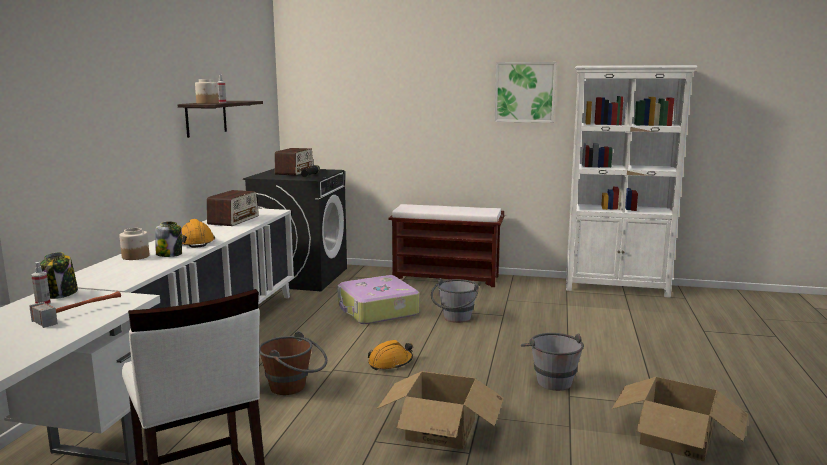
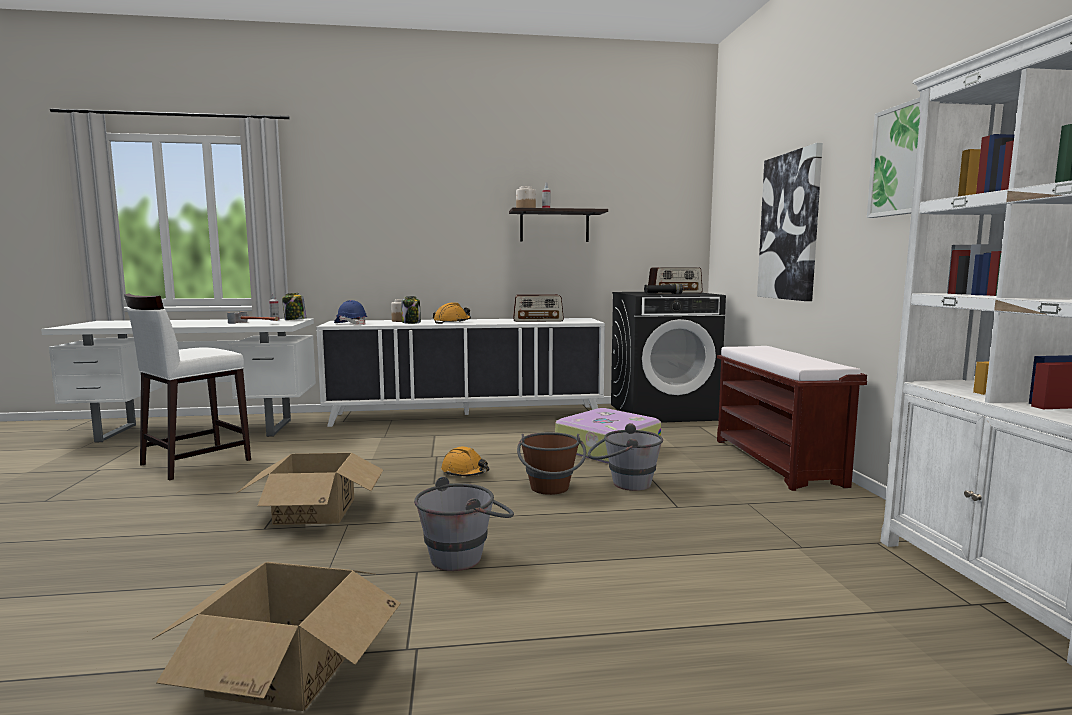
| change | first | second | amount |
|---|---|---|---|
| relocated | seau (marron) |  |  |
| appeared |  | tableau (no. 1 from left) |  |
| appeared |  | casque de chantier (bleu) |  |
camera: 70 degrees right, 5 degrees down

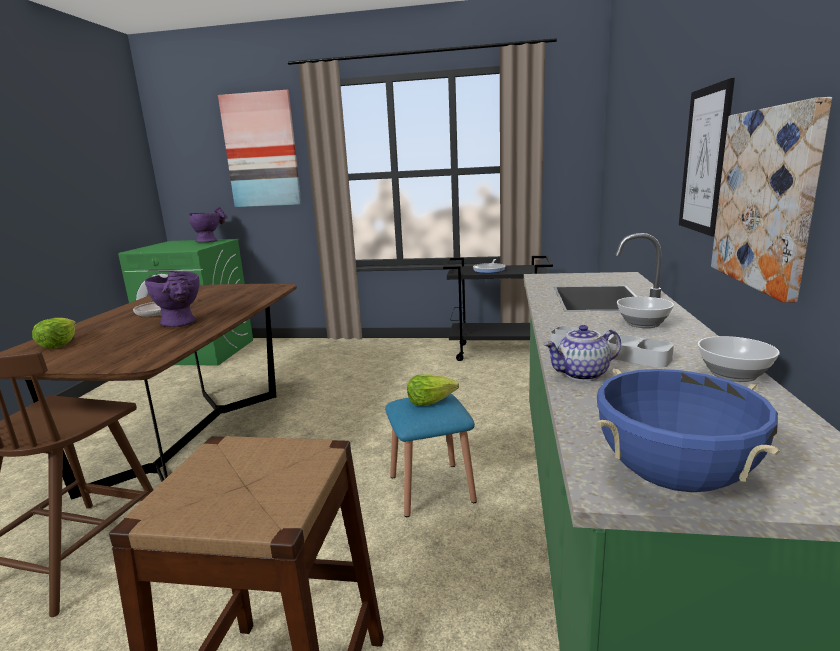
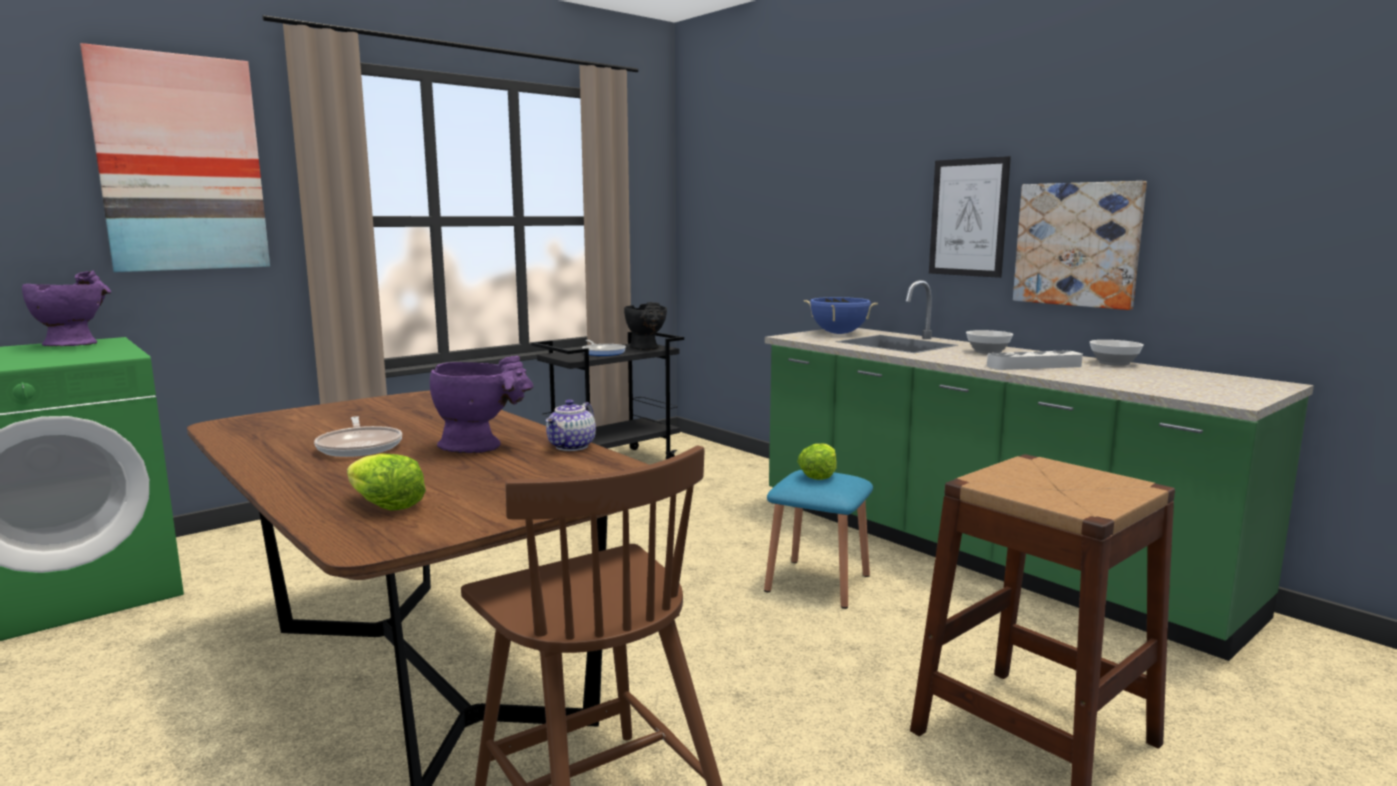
| change | first | second | amount |
|---|---|---|---|
| relocated | théière |  |  |
| relocated | marmite (bleu) |  |  |
| appeared |  | vase (noir) |  |
camera: 50 degrees left, 5 degrees down

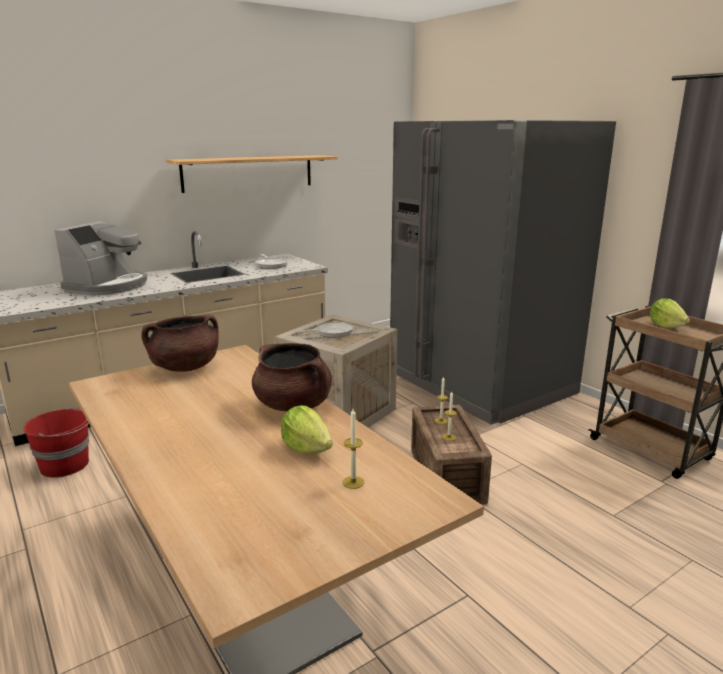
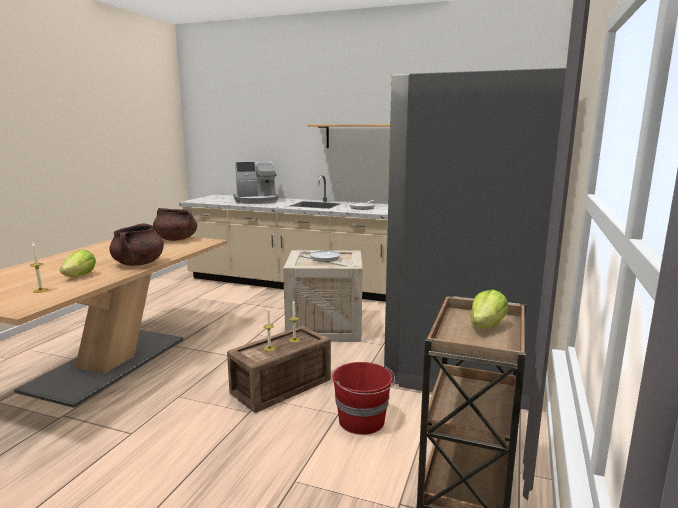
| change | first | second | amount |
|---|---|---|---|
| relocated | seau (rouge) |  |  |
camera: 55 degrees right, 5 degrees down

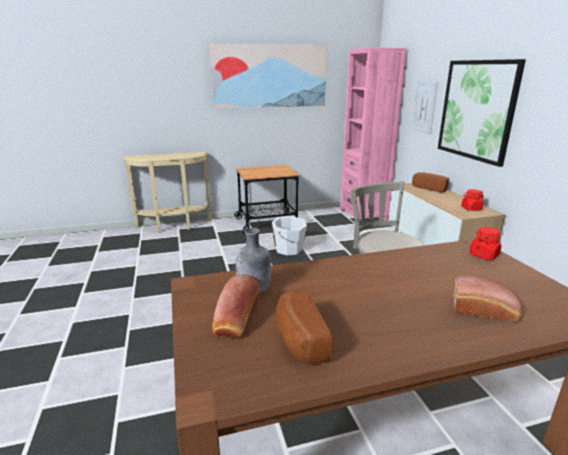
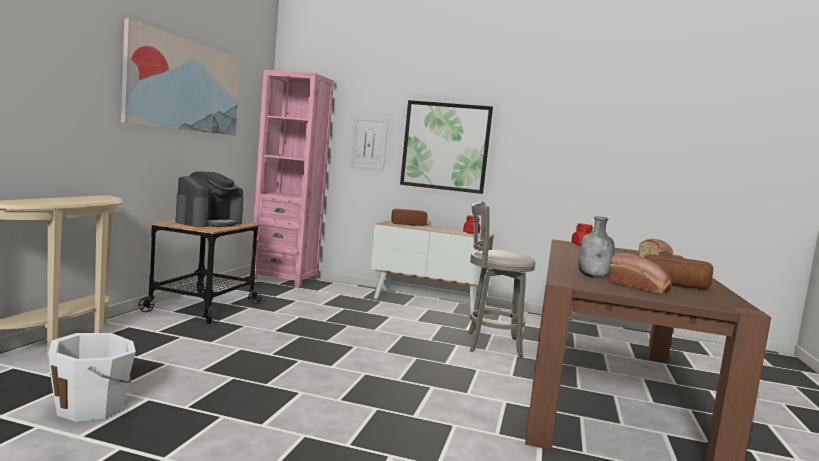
| change | first | second | amount |
|---|---|---|---|
| relocated | seau (blanc) |  |  |
| appeared |  | machine à café |  |
camera: 60 degrees left, 15 degrees down

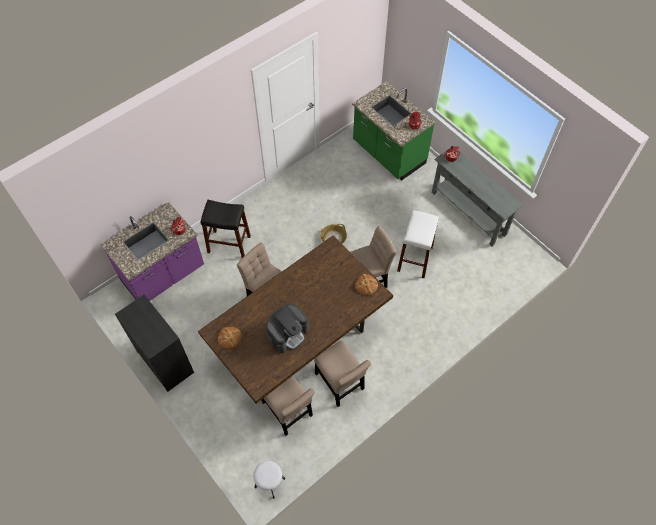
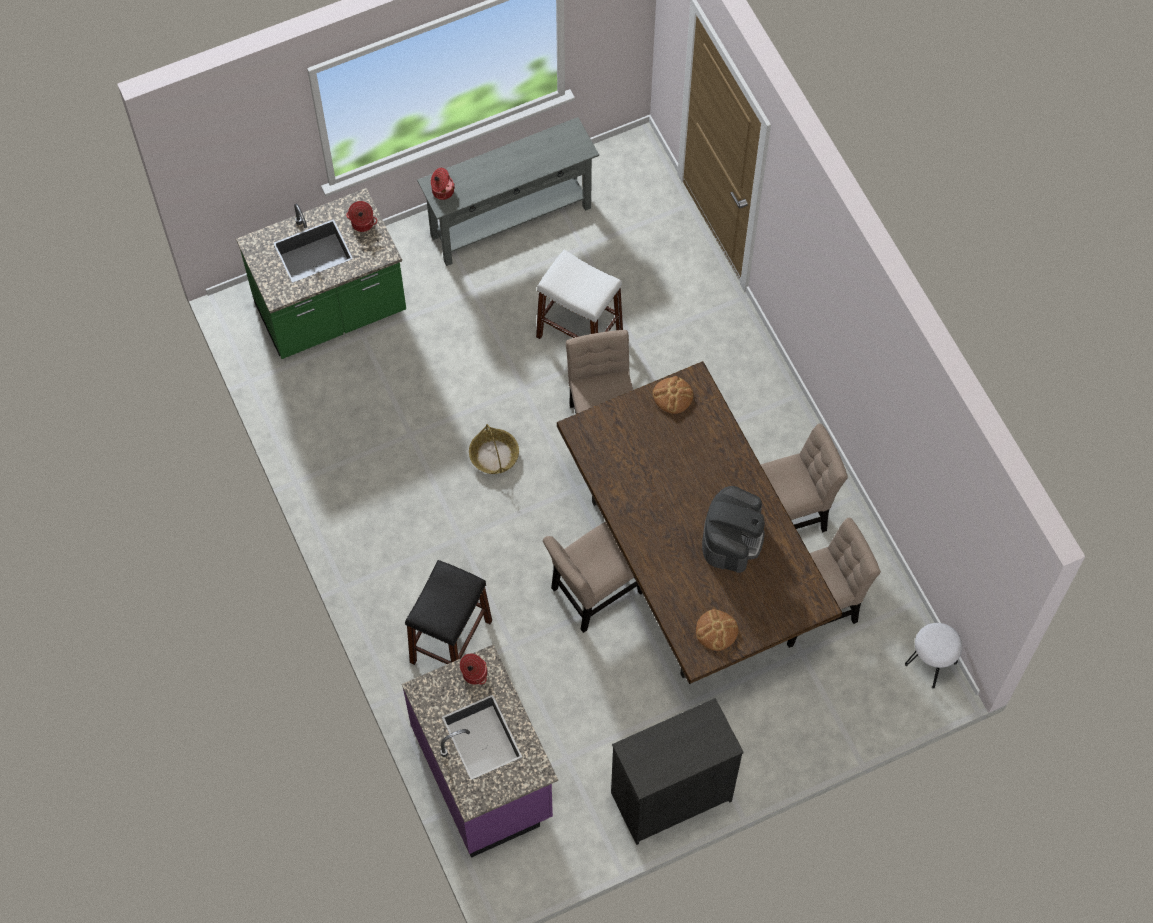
| change | first | second | amount |
|---|---|---|---|
| spun | machine à café |  | 45 degrees clockwise |
camera: 75 degrees left, 5 degrees up

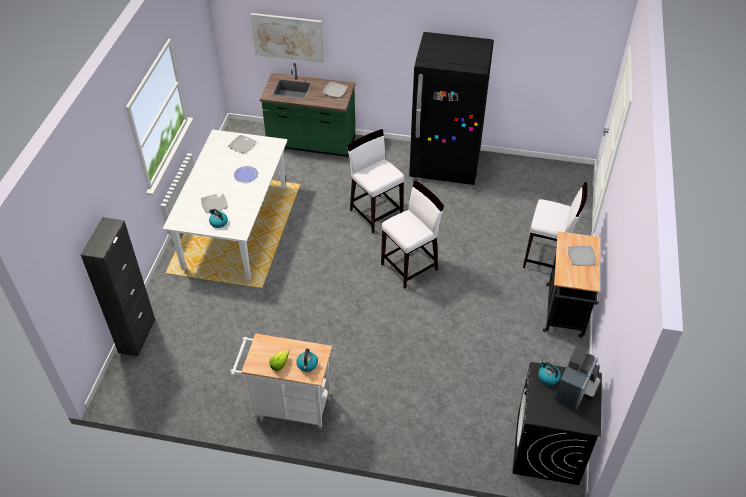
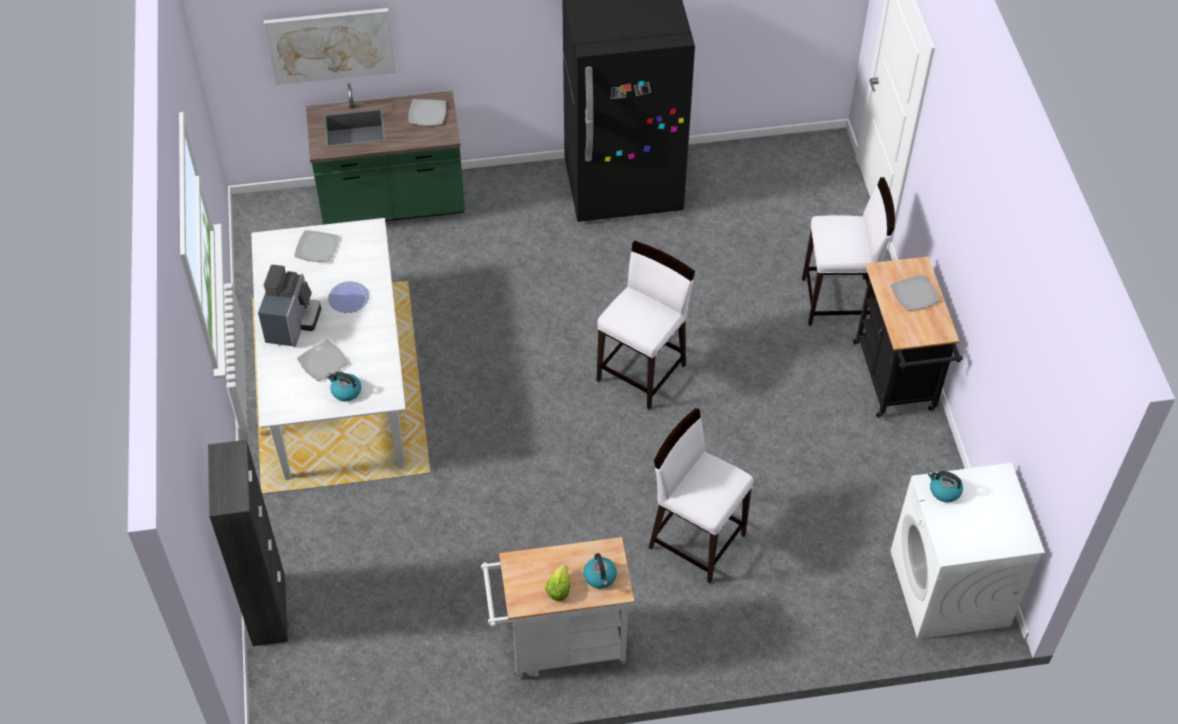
| change | first | second | amount |
|---|---|---|---|
| relocated | tabouret (blanc) (no. 1 from left in the first image) | tabouret (blanc) (no. 2 from left) |  |
| relocated | machine à café |  |  |
| colour | lave-linge (noir) | lave-linge (blanc) |  |
camera: 20 degrees left, 5 degrees up

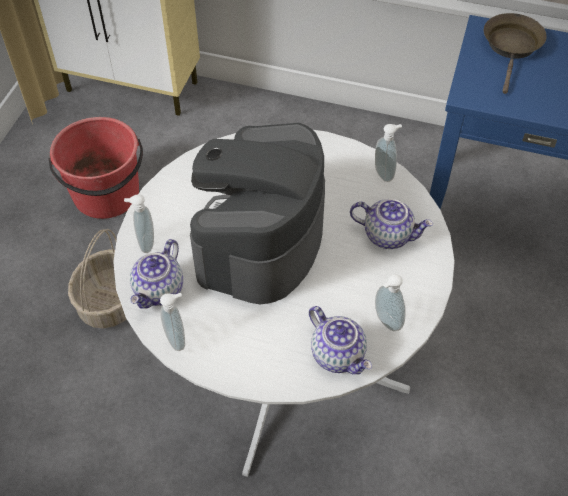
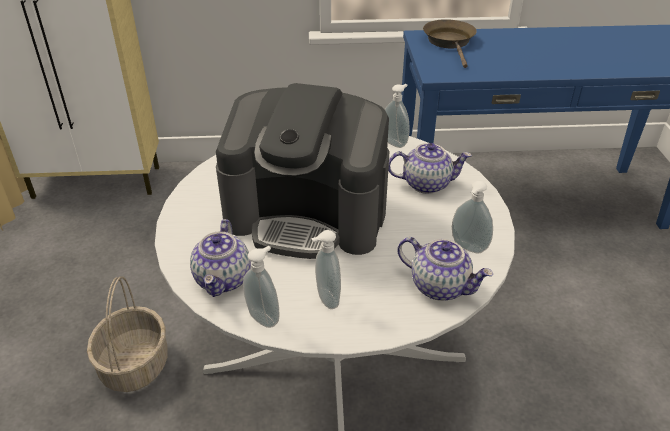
| change | first | second | amount |
|---|---|---|---|
| missing | seau (rouge) |  |  |
| spun | machine à café |  | 75 degrees counterclockwise |
| relocated | distributeur de savon (no. 1 from left in the first image) | distributeur de savon (no. 2 from left) |  |
camera: 20 degrees left, 15 degrees down

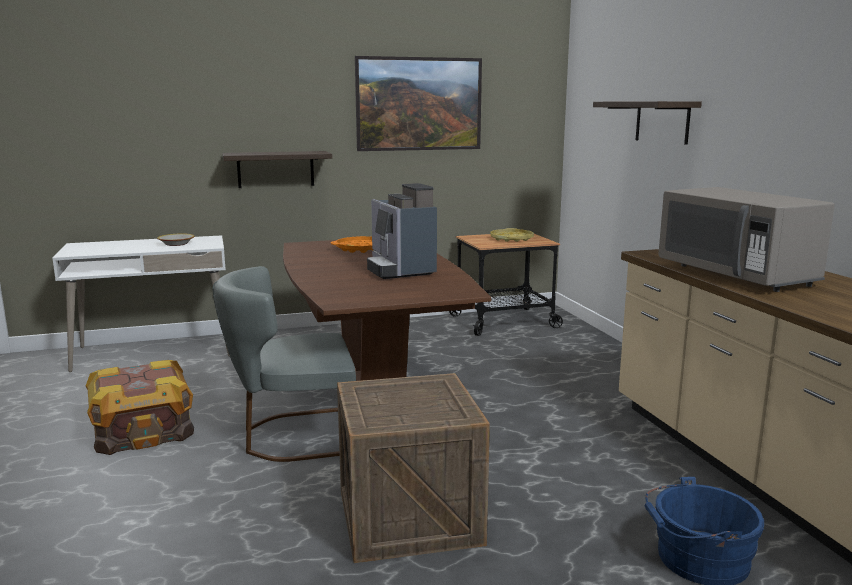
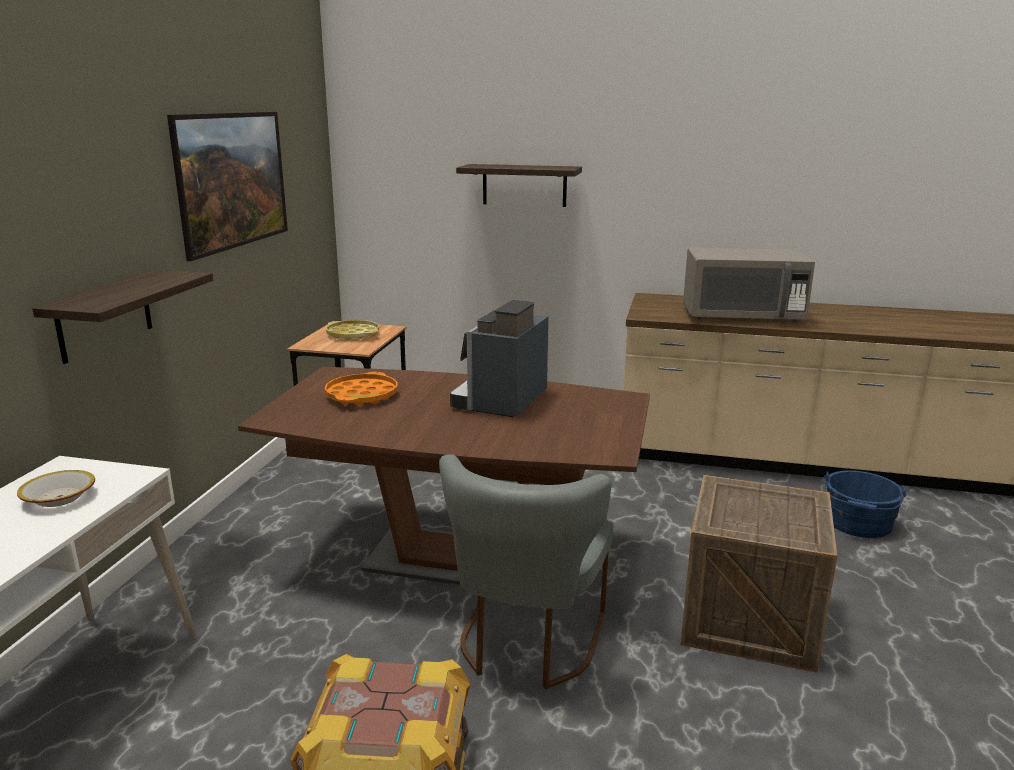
| change | first | second | amount |
|---|---|---|---|
| spun | machine à café |  | 105 degrees clockwise |
camera: 60 degrees left, 5 degrees up

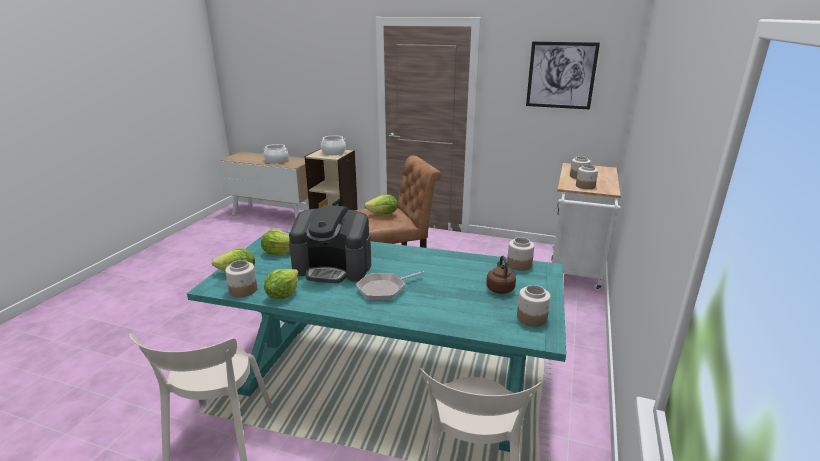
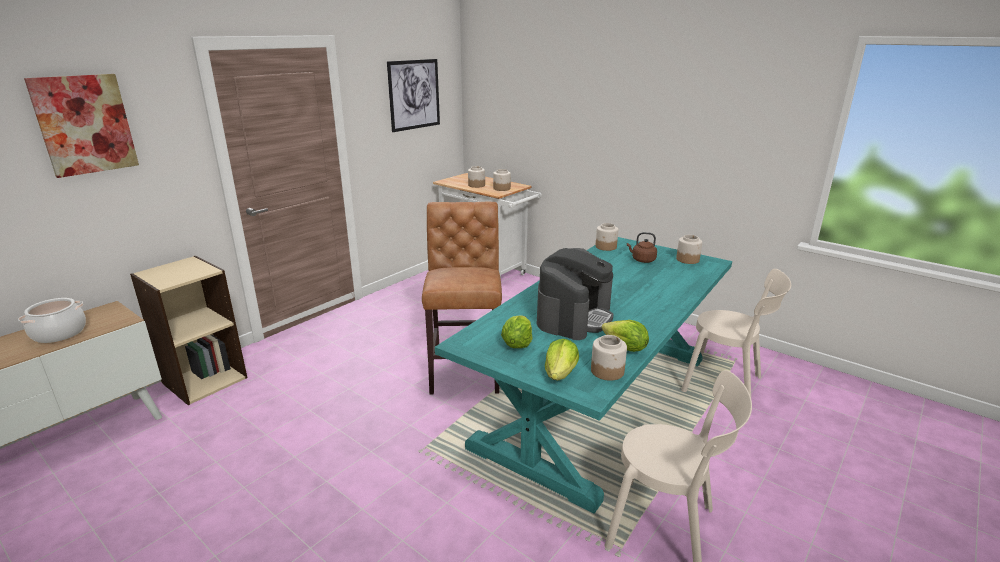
| change | first | second | amount |
|---|---|---|---|
| missing | marmite (no. 2 from left) |  |  |
| missing | laitue (no. 4 from left) |  |  |
| missing | poêle |  |  |
| appeared |  | tableau (no. 1 from left) |  |
camera: 70 degrees left, 0 degrees up

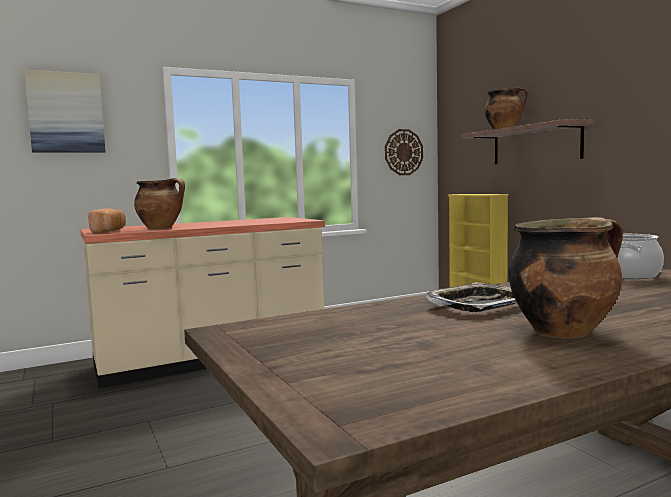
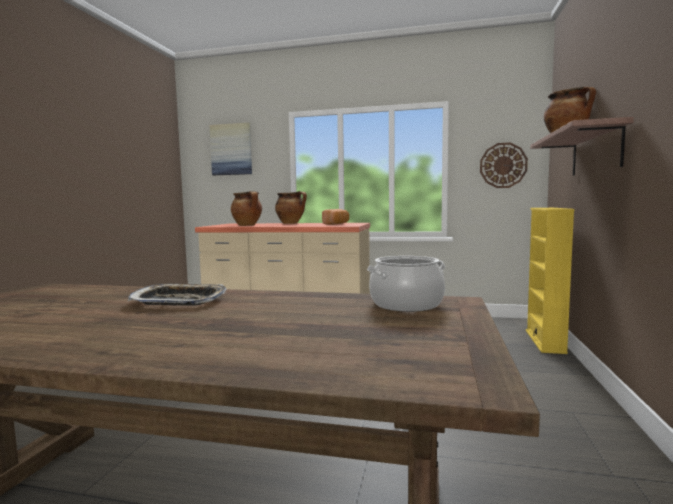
| change | first | second | amount |
|---|---|---|---|
| relocated | pain |  |  |
| relocated | marmite (no. 3 from left in the first image) | marmite (no. 2 from left) |  |
camera: 40 degrees right, 0 degrees up

